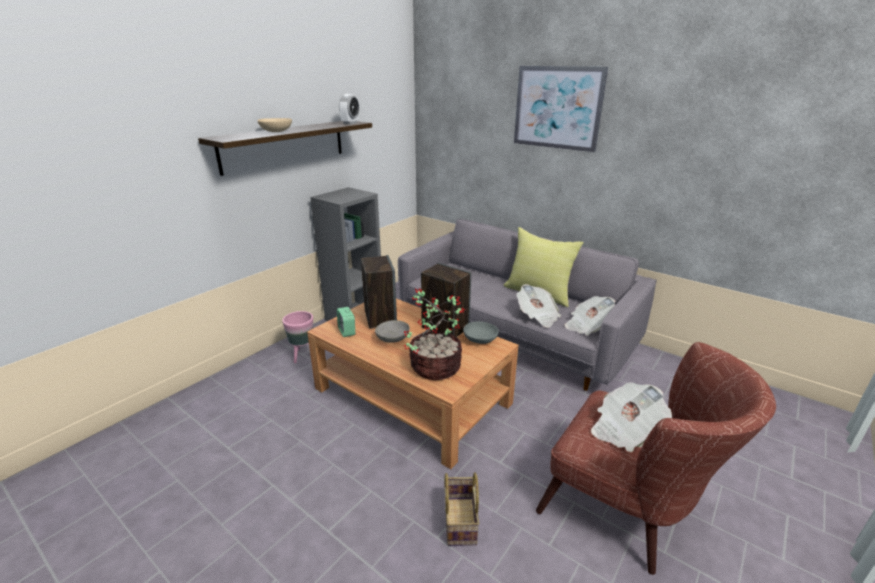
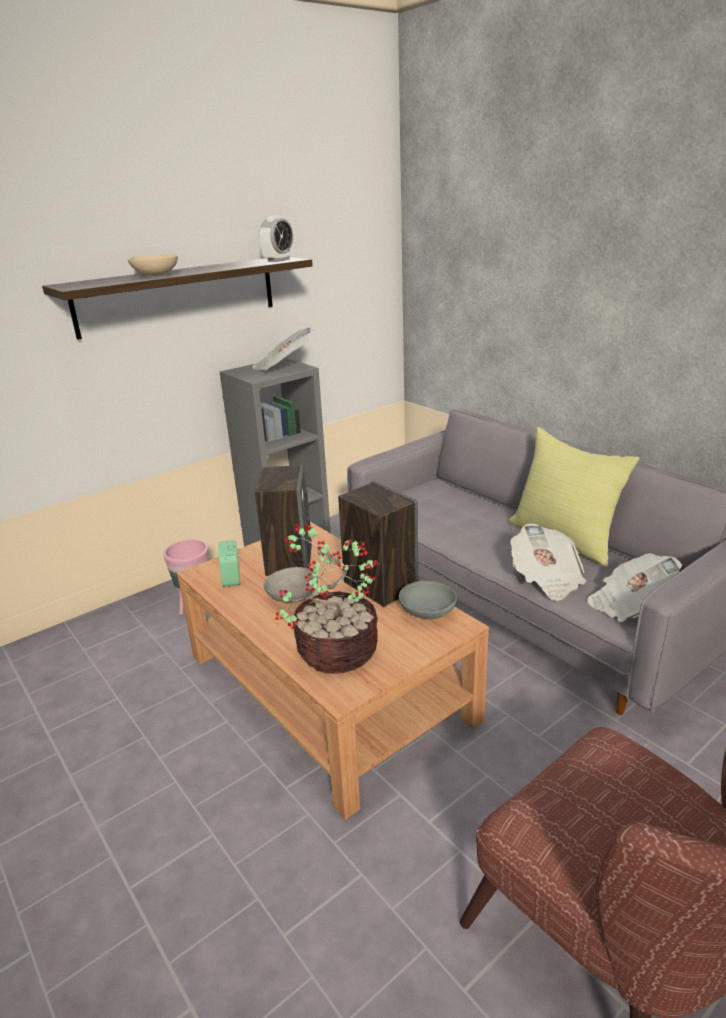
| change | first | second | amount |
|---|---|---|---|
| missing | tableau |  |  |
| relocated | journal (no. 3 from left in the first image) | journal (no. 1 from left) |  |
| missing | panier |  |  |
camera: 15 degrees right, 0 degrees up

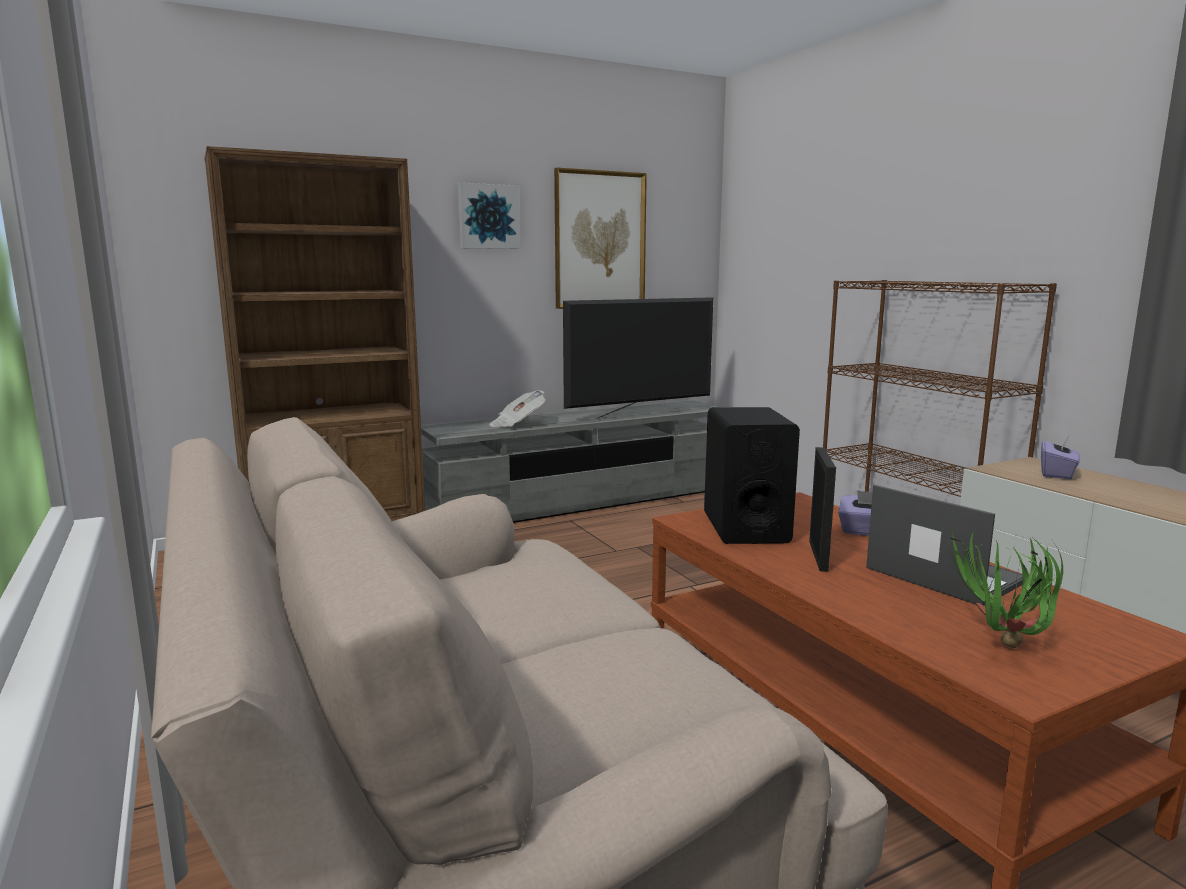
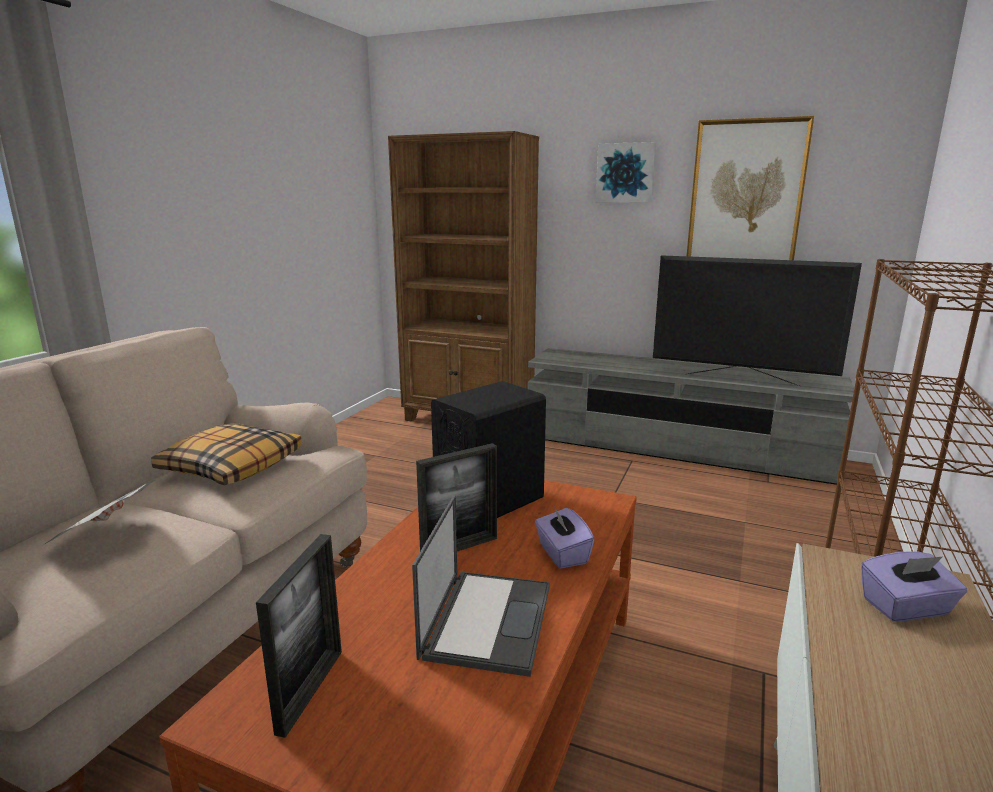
| change | first | second | amount |
|---|---|---|---|
| relocated | journal |  |  |
| exchanged | plante en pot | cadre photo (no. 1 from left) |  |
| appeared |  | coussin |  |
camera: 50 degrees right, 5 degrees up

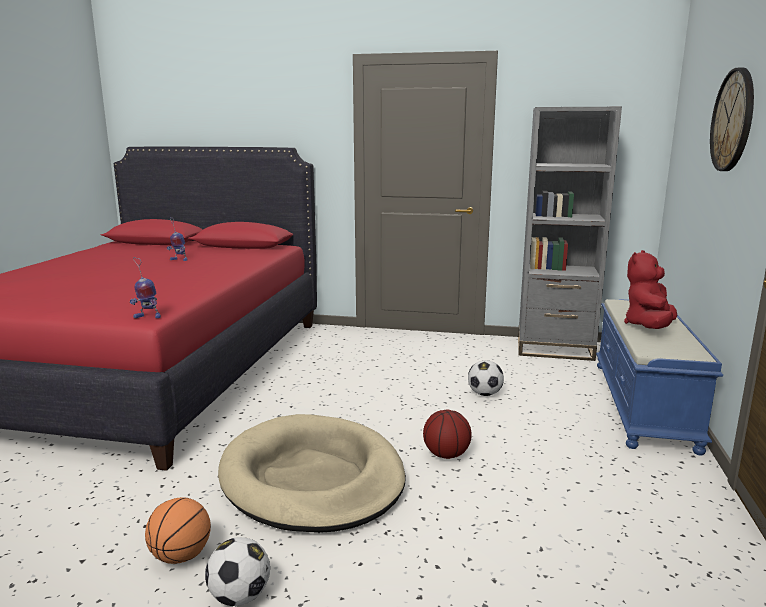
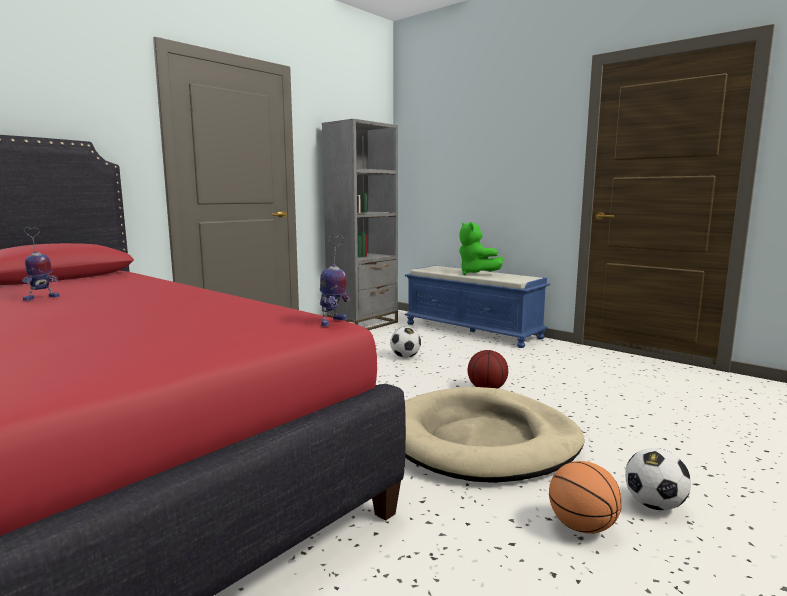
| change | first | second | amount |
|---|---|---|---|
| missing | horloge murale |  |  |
| colour | peluche (rouge) | peluche (vert) |  |
camera: 60 degrees left, 5 degrees down

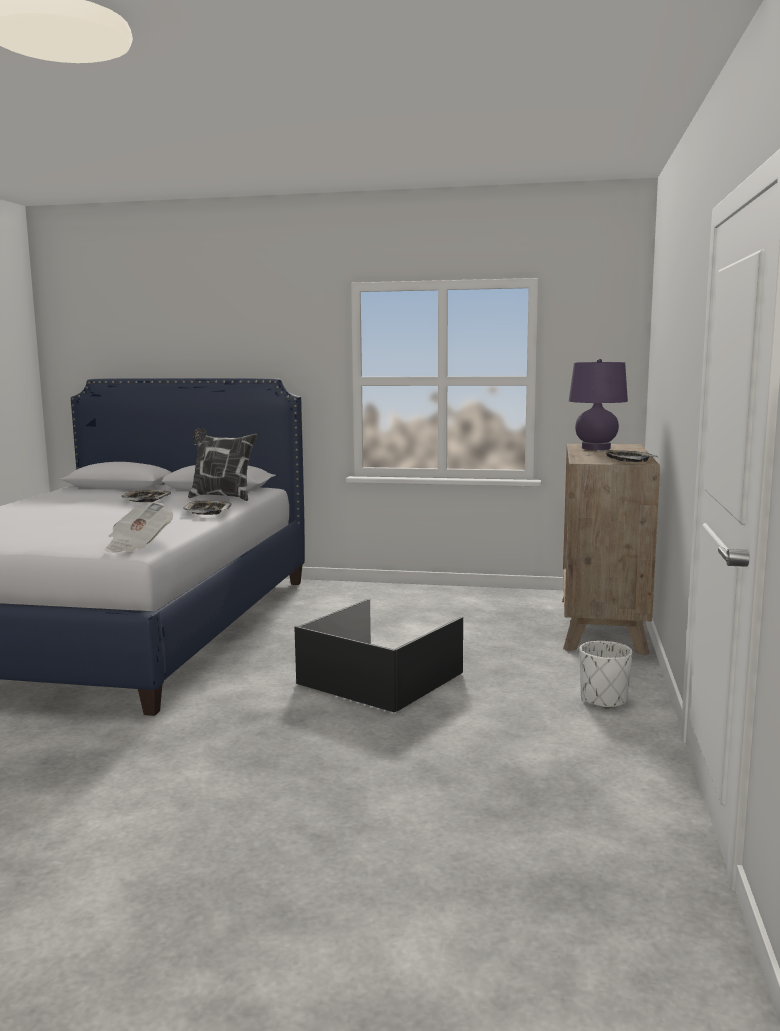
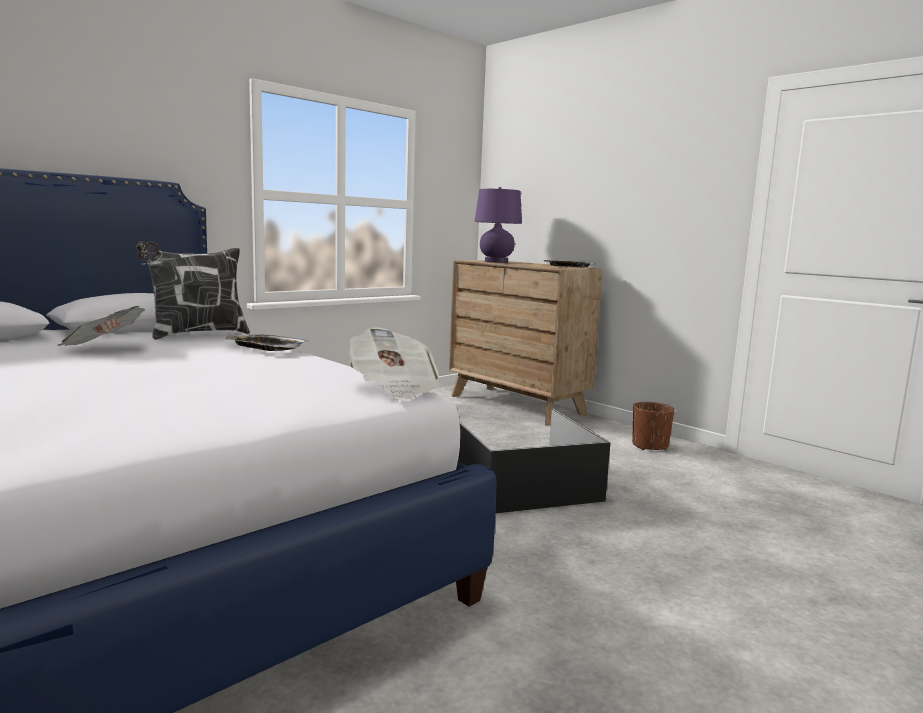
| change | first | second | amount |
|---|---|---|---|
| exchanged | plateau (no. 1 from left) | journal (no. 1 from left) |  |
| colour | cache-pot (blanc) | cache-pot (marron) |  |
camera: 55 degrees left, 0 degrees up

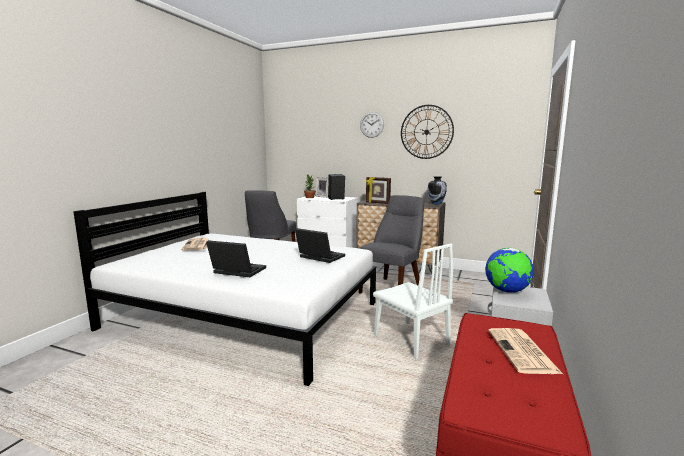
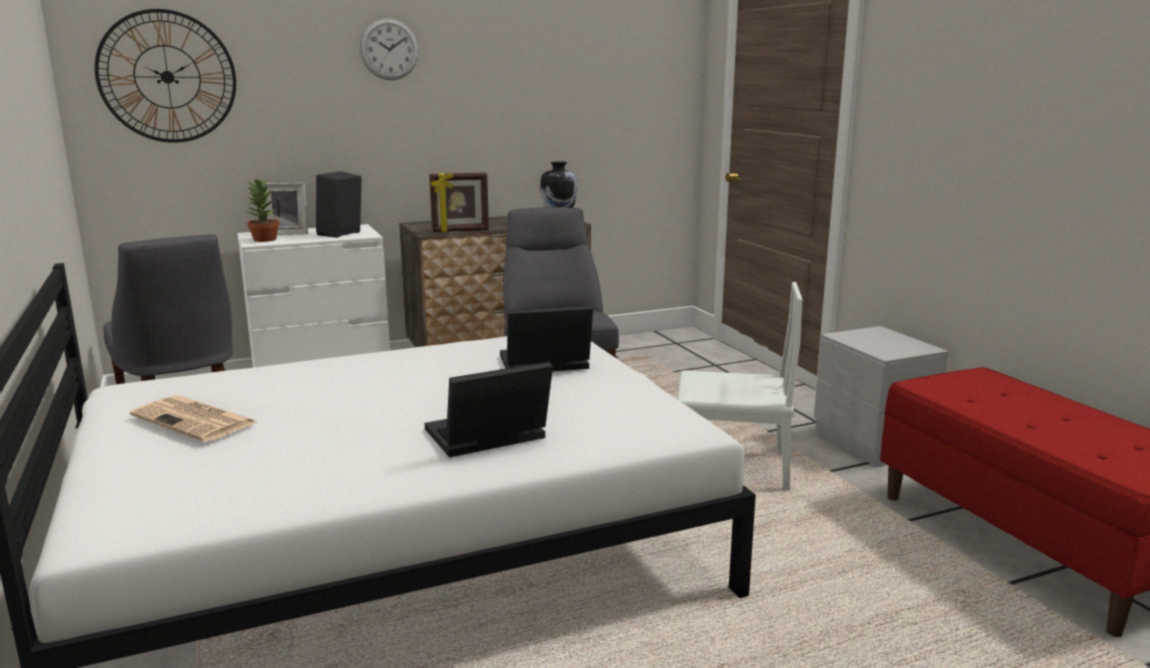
| change | first | second | amount |
|---|---|---|---|
| relocated | horloge murale (no. 2 from left in the first image) | horloge murale (no. 1 from left) |  |
| missing | globe |  |  |
| missing | journal (no. 2 from left) |  |  |
camera: 45 degrees left, 5 degrees up

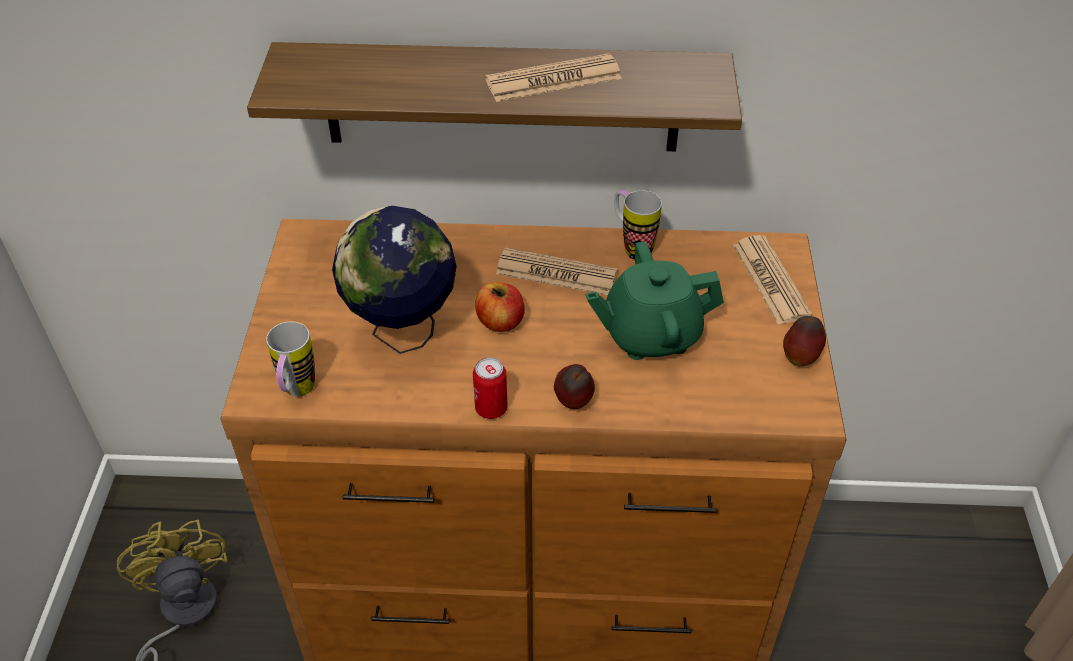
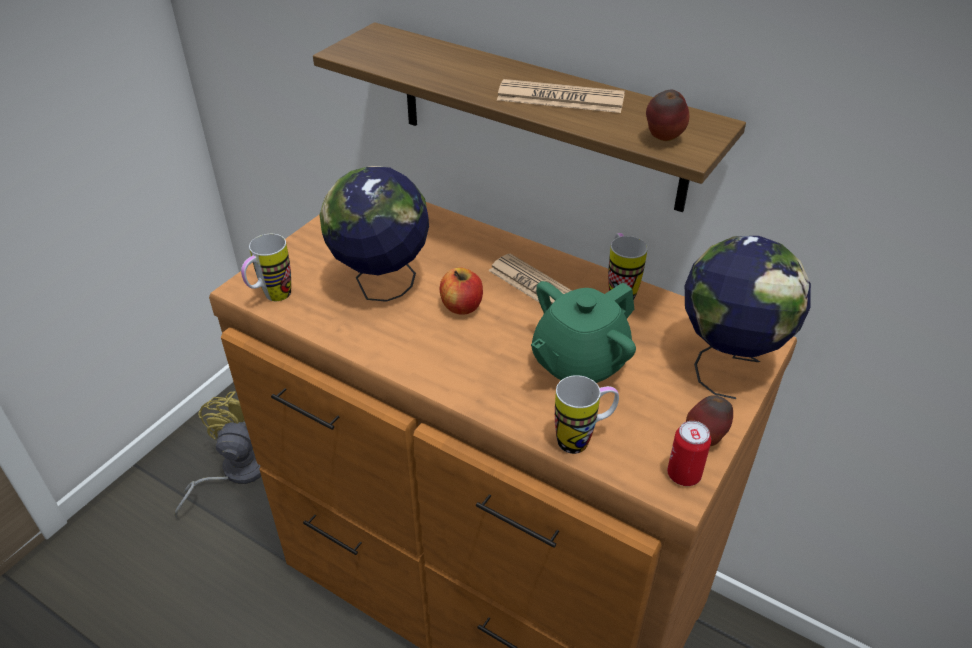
| change | first | second | amount |
|---|---|---|---|
| exchanged | journal (no. 3 from left) | globe (no. 2 from left) |  |
| spun | théière (vert) |  | 60 degrees counterclockwise |
| relocated | boîte métallique |  |  |
| relocated | pomme (no. 2 from left) |  |  |
| appeared |  | mug (no. 2 from left) |  |
camera: 30 degrees right, 5 degrees down

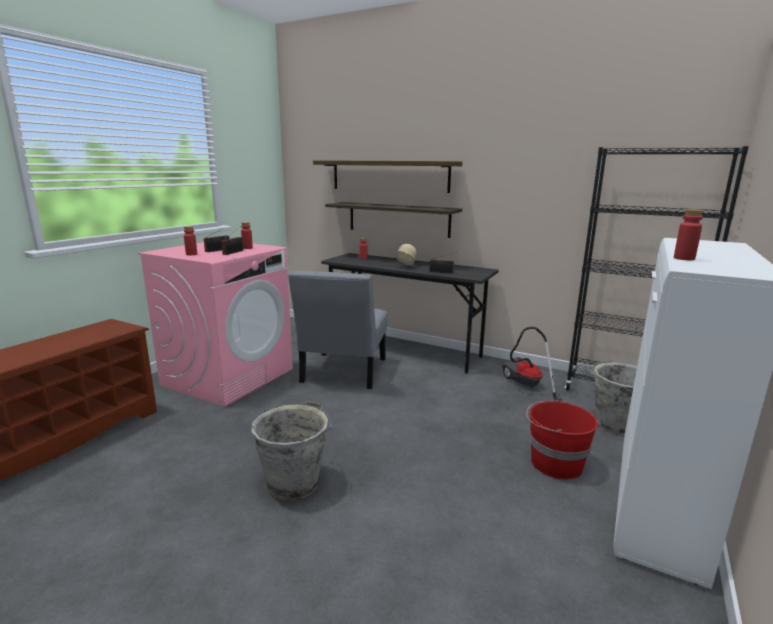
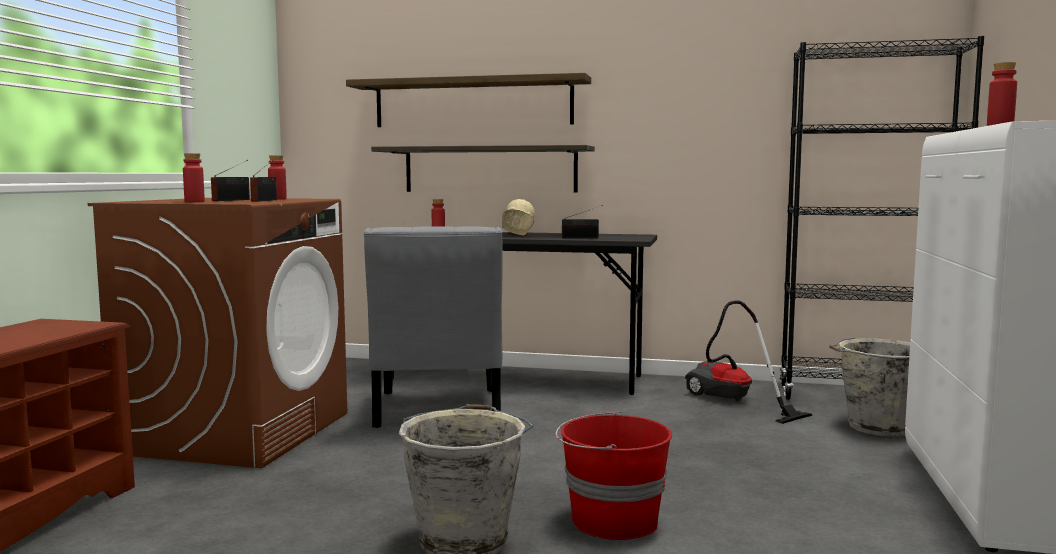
| change | first | second | amount |
|---|---|---|---|
| colour | lave-linge (rose) | lave-linge (marron) |  |
| relocated | seau (rouge) |  |  |
camera: 15 degrees left, 10 degrees down

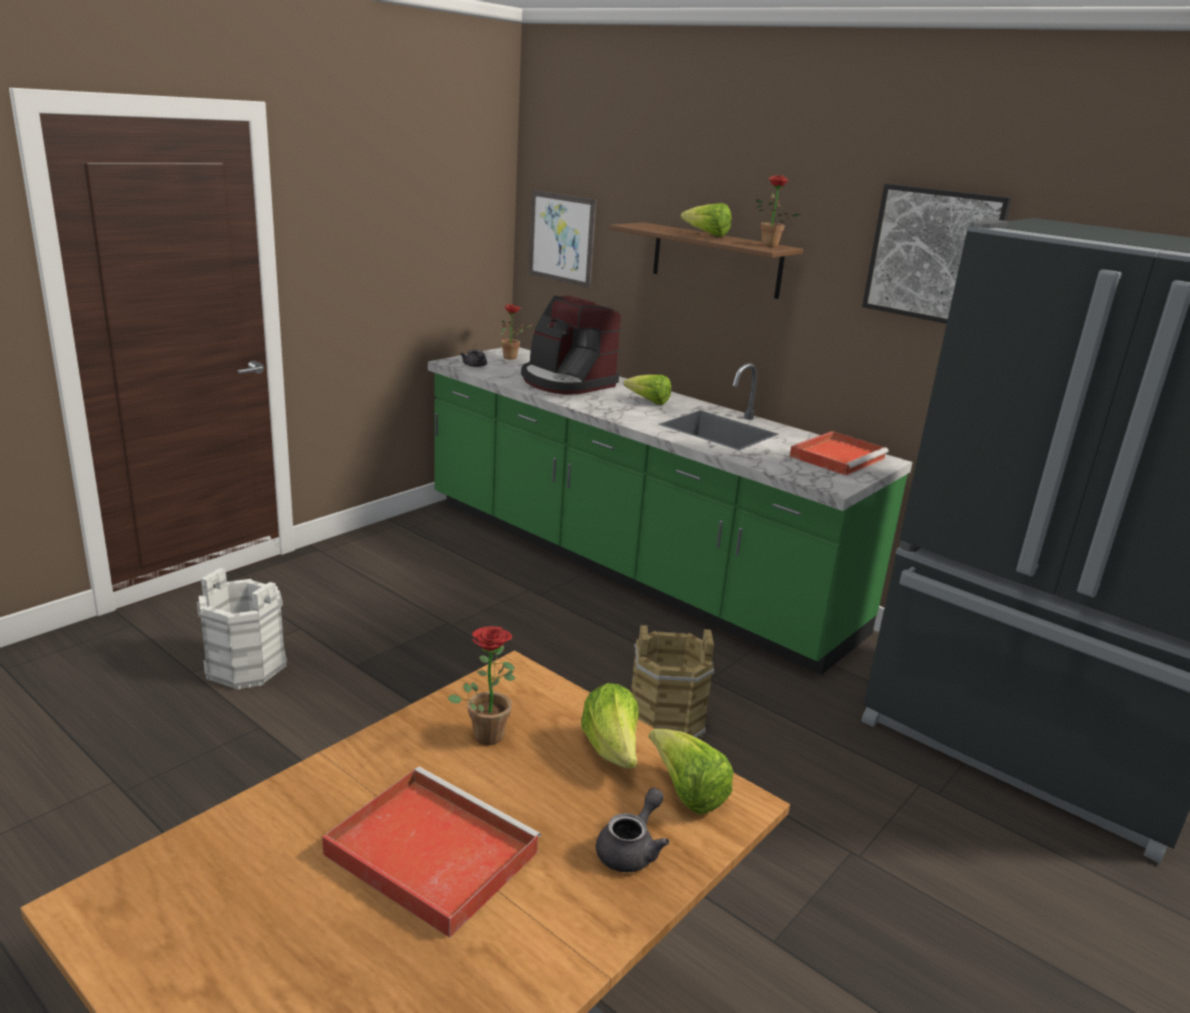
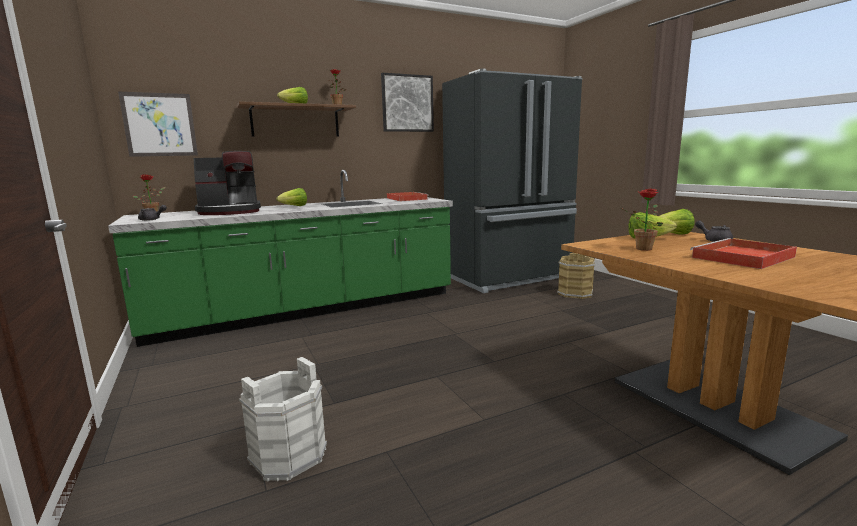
| change | first | second | amount |
|---|---|---|---|
| relocated | seau (marron) |  |  |
camera: 65 degrees left, 10 degrees down

